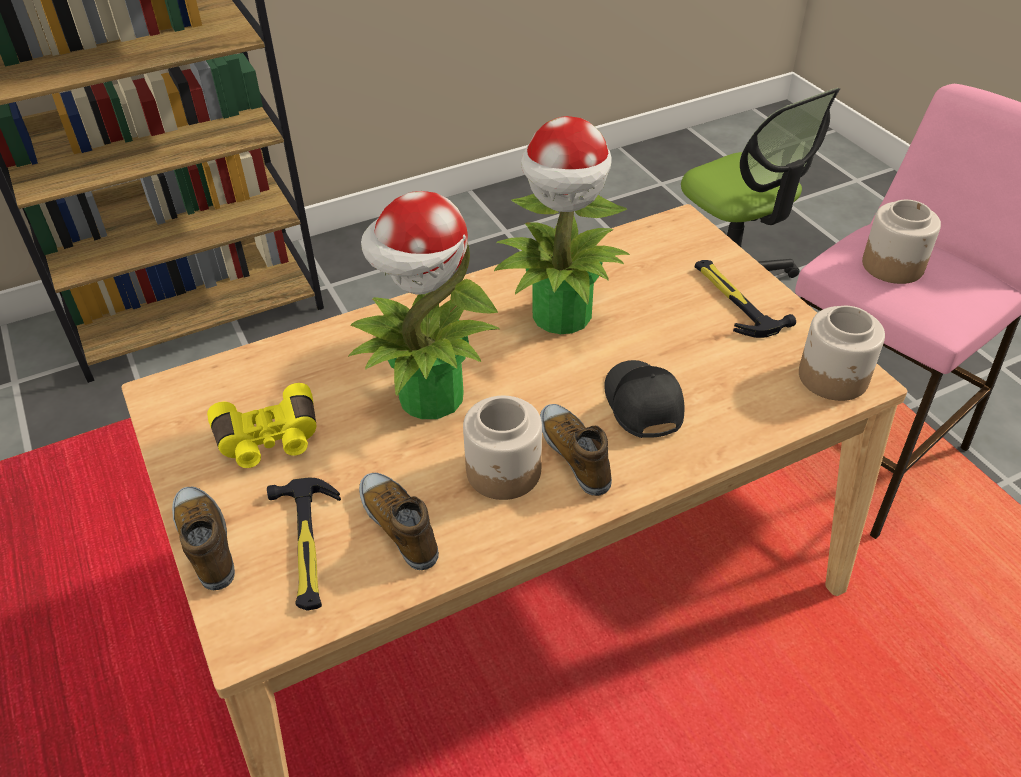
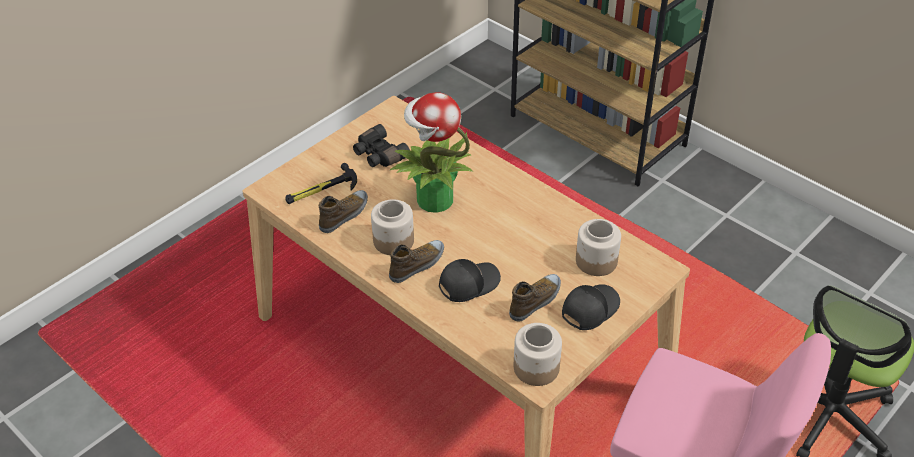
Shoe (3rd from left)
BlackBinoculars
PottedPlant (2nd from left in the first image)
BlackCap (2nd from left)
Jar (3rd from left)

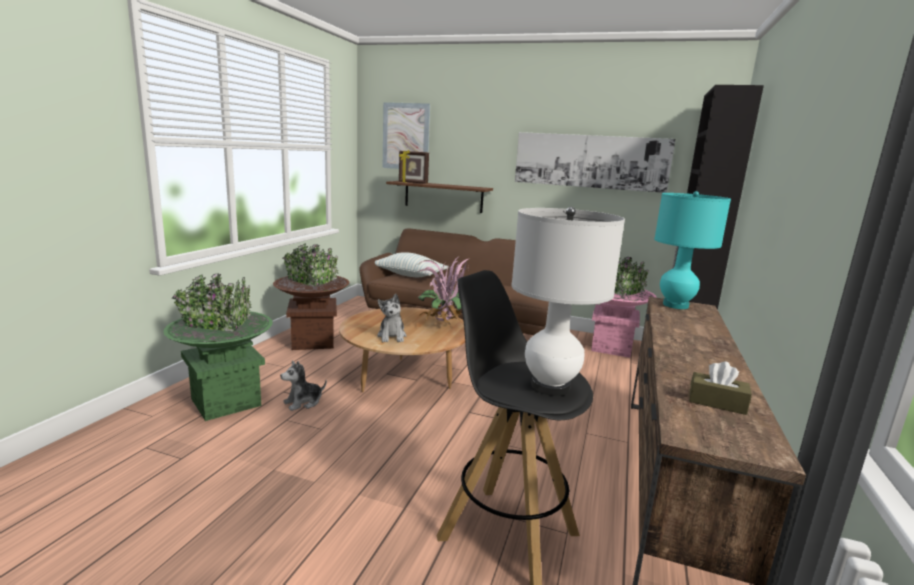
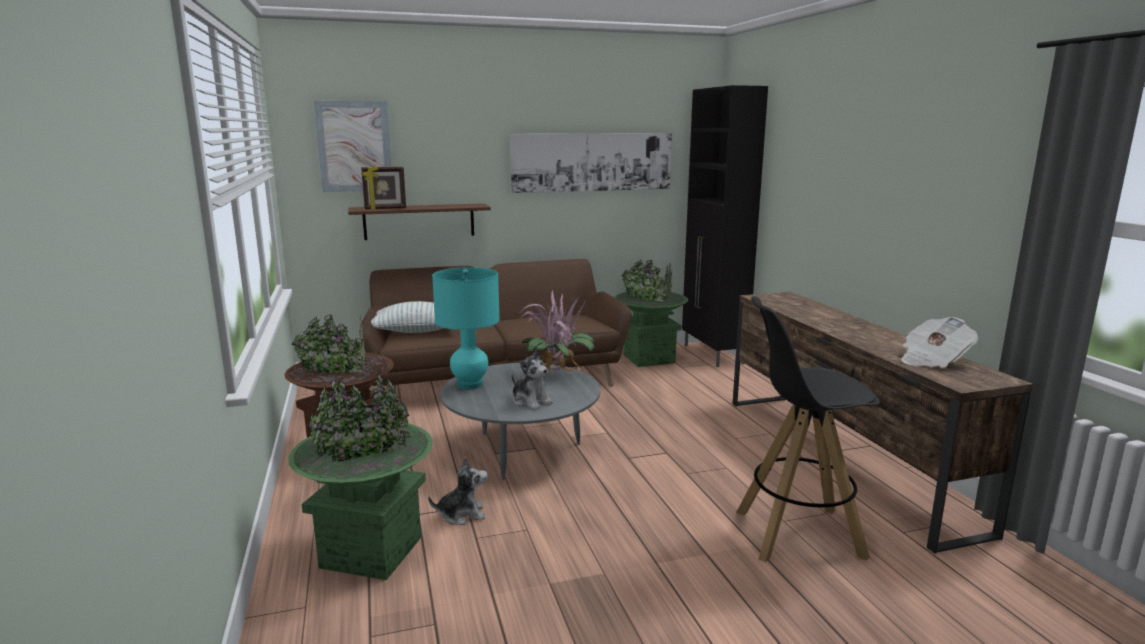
PlushToy (1st from left)
GreyCoffeeTable
WhiteTableLamp
GreenPlanter (2nd from left)
TurquoiseTableLamp
Newspaper

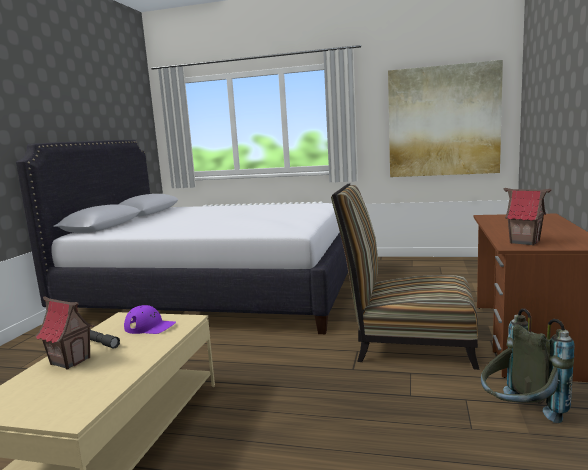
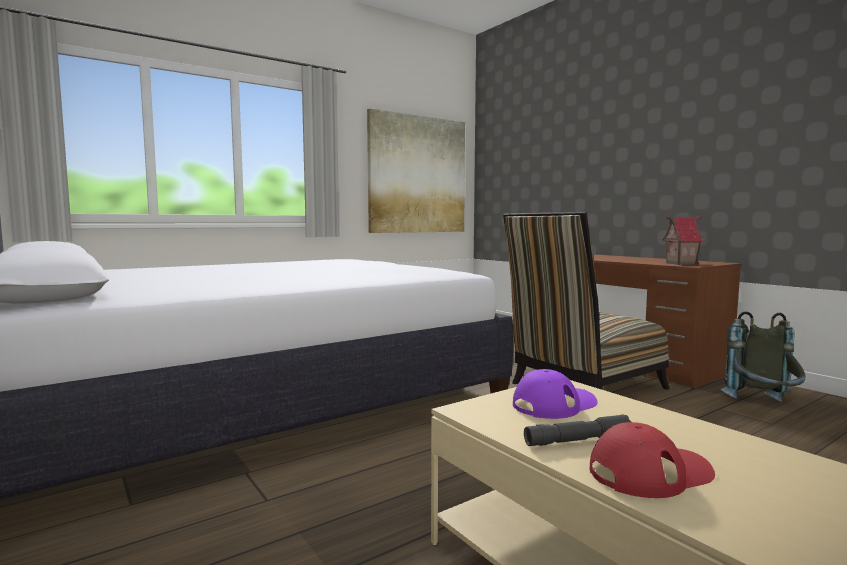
RedCap

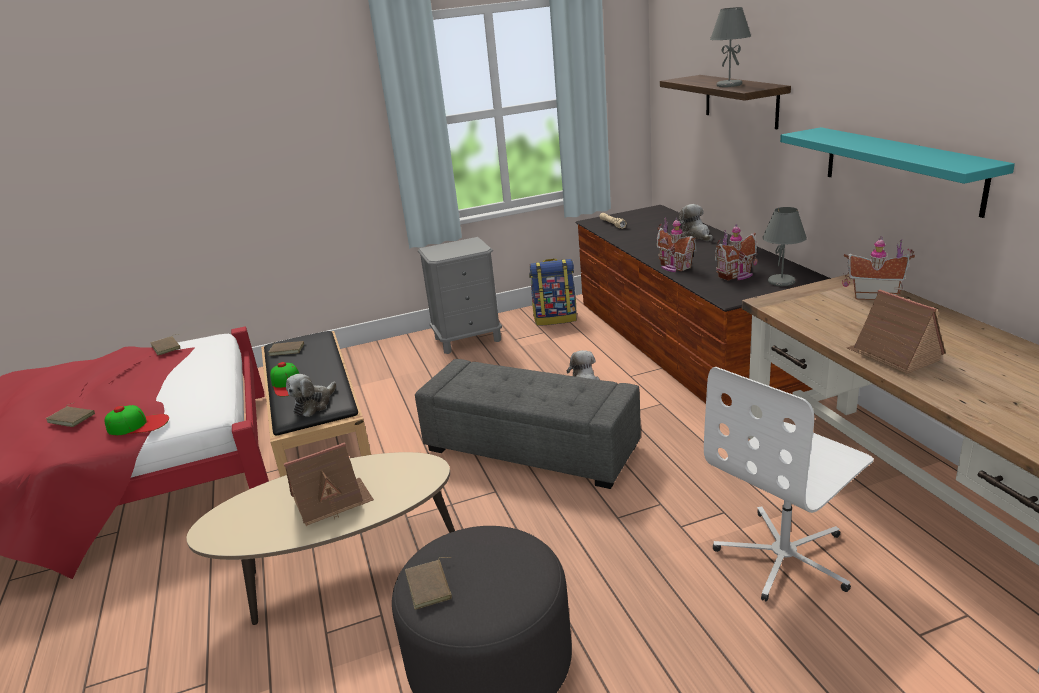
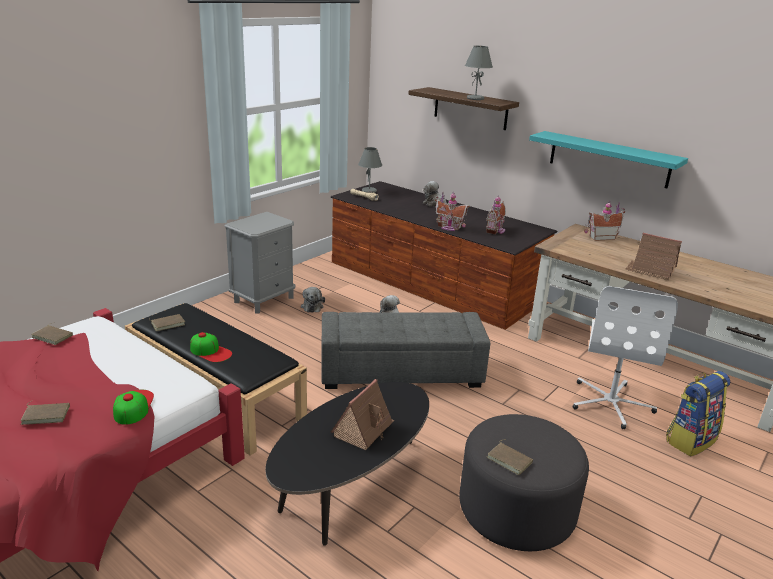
Cap (1st from left)
BlackCoffeeTable
PlushToy (1st from left)
Backpack
GreyTableLamp (1st from left)

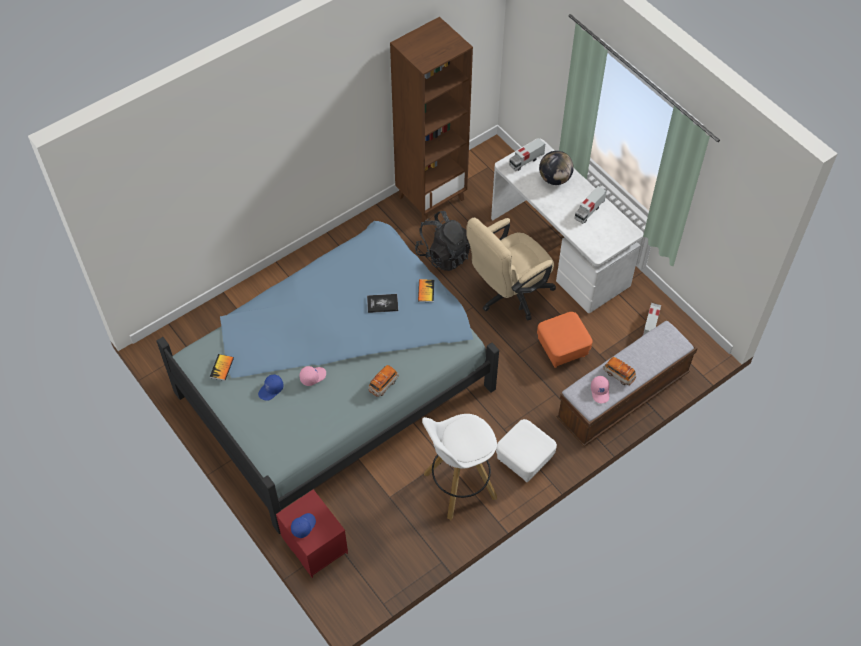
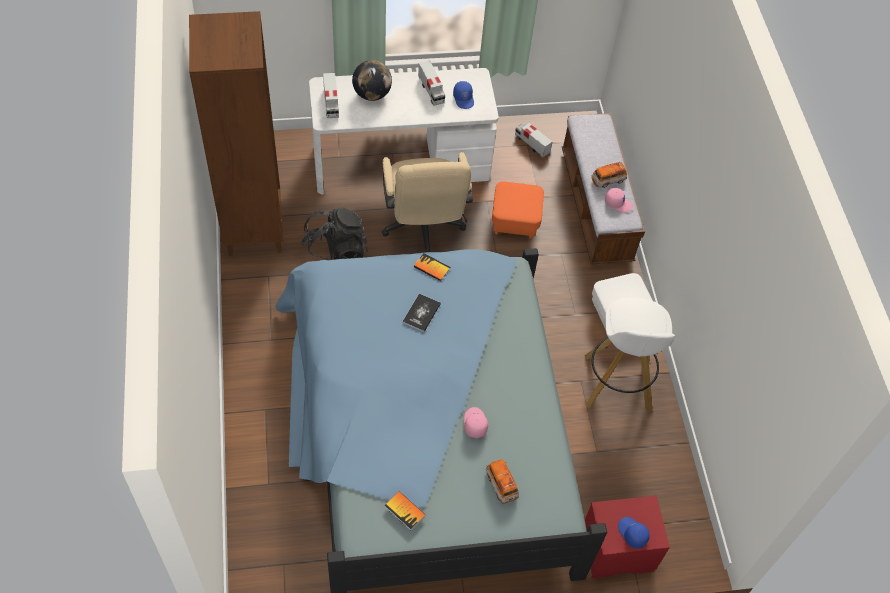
BlueCap (1st from left)
ToyCar (1st from left)

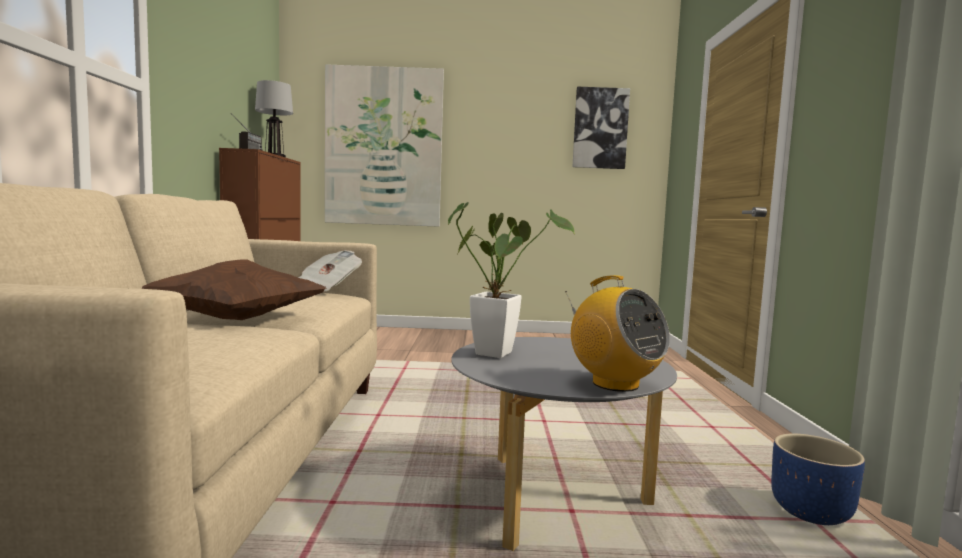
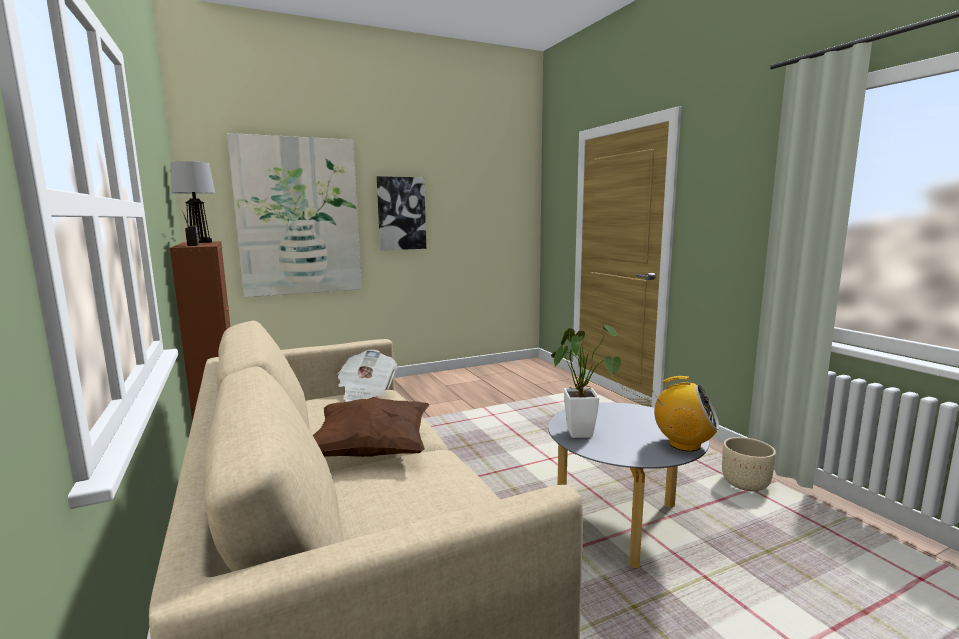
Picture (2nd from left)
BeigePlanter

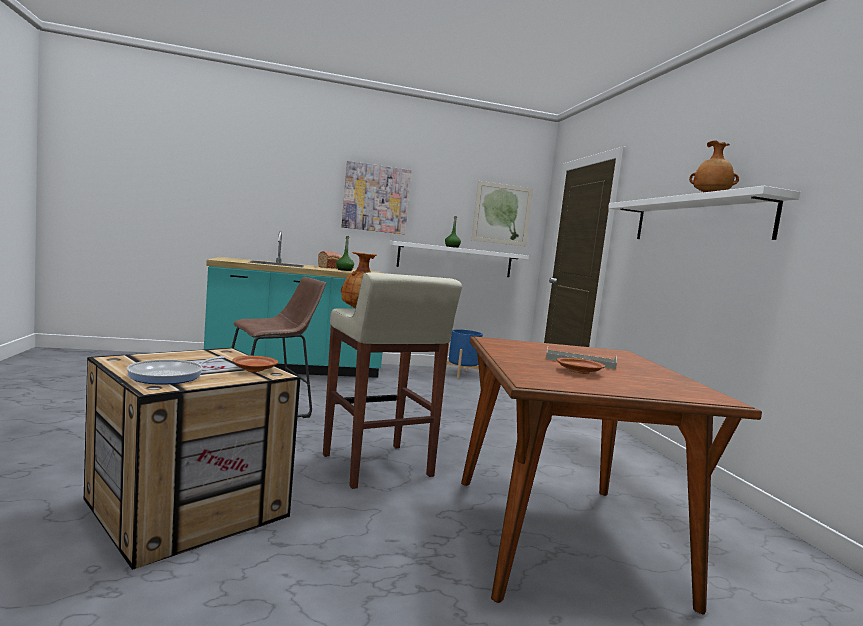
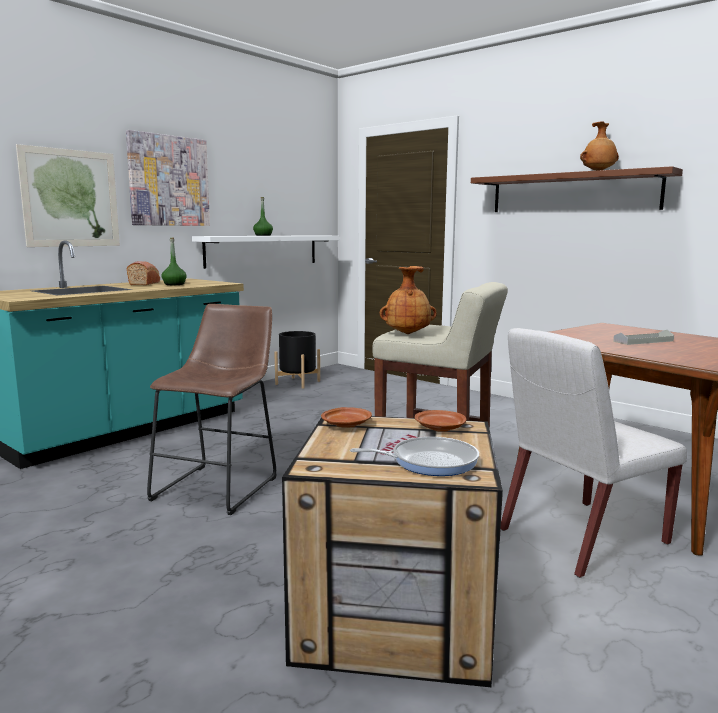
FryingPan
BlackPlanter
Picture (1st from left)
BrownPlate (1st from left)
BrownShelf
WhiteChair

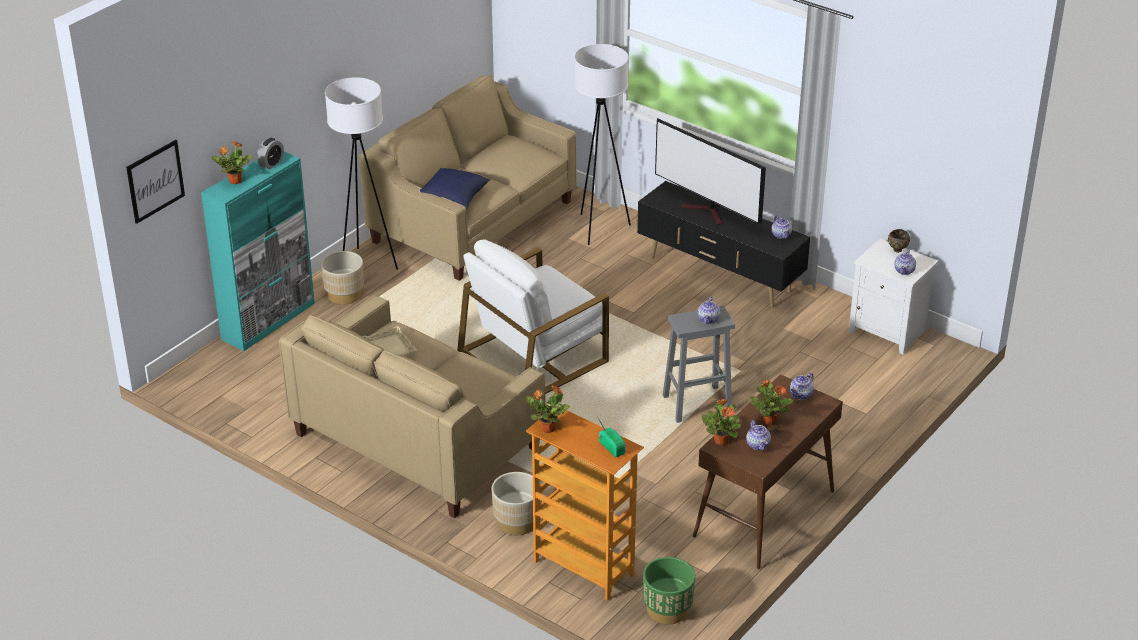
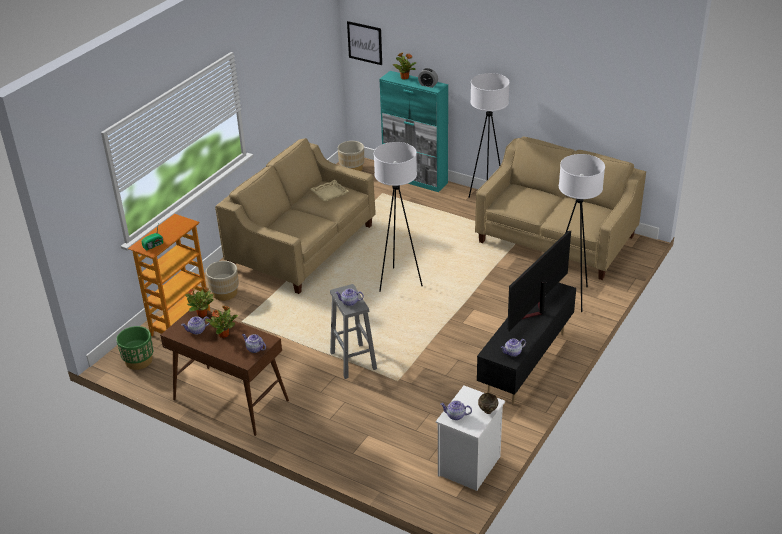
BeigePlanter (2nd from left)
BluePillow
WhiteFloorLamp (1st from left)
PottedPlant (2nd from left in the first image)

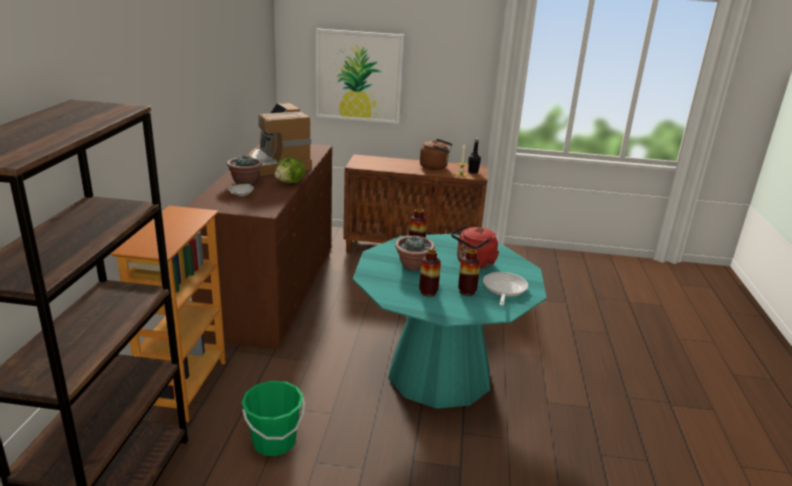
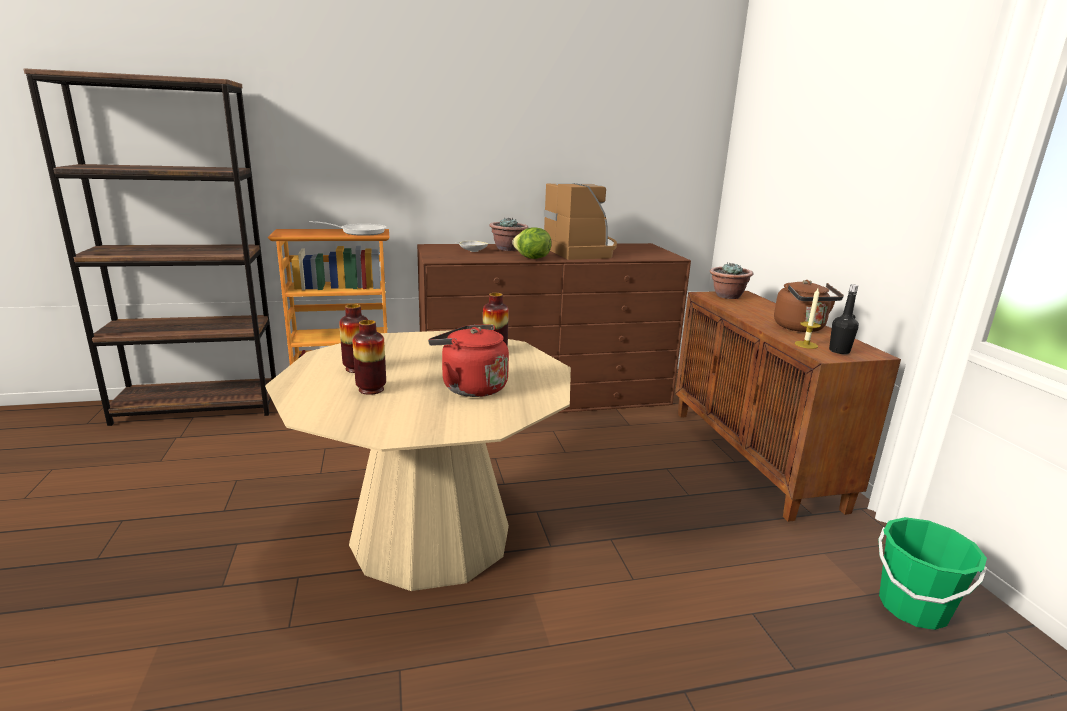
GreenBucket
CoffeeMachine
Picture
BeigeDiningTable
PottedPlant (2nd from left)
FryingPan

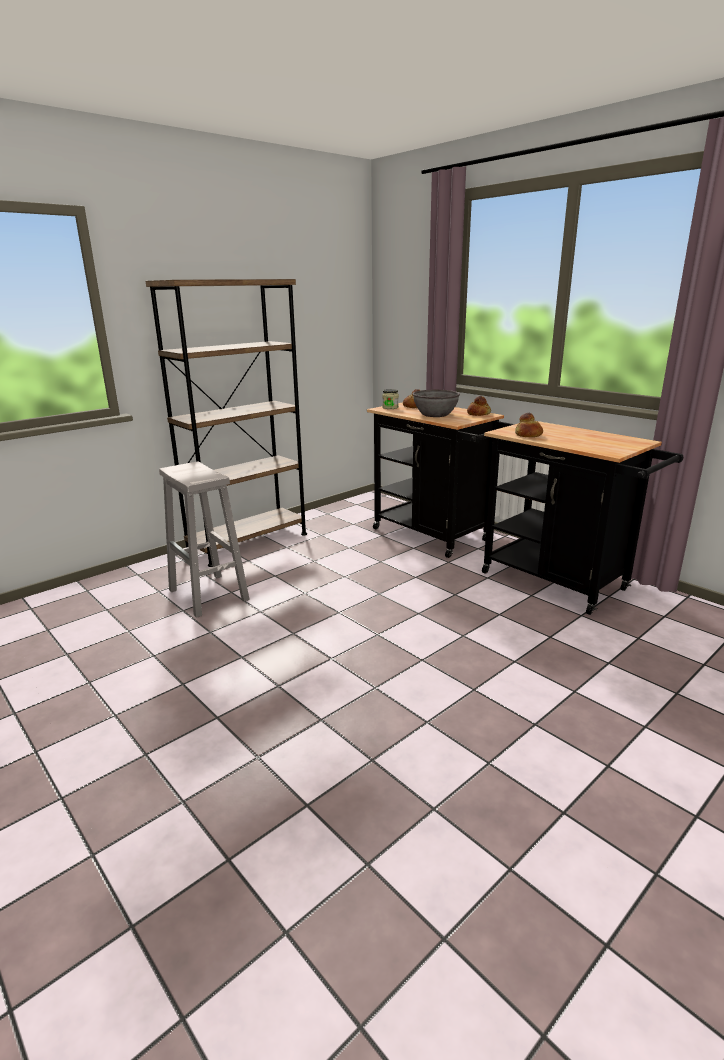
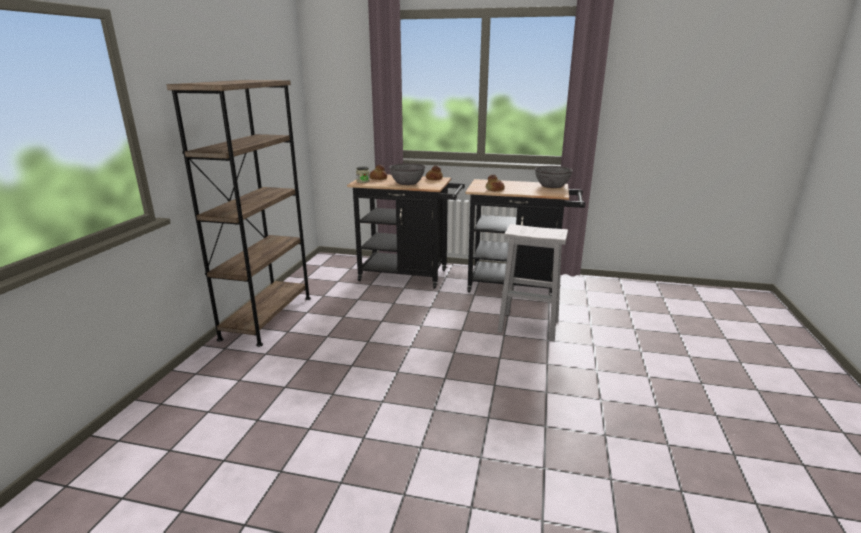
WhiteStool
GreyBowl (2nd from left)

